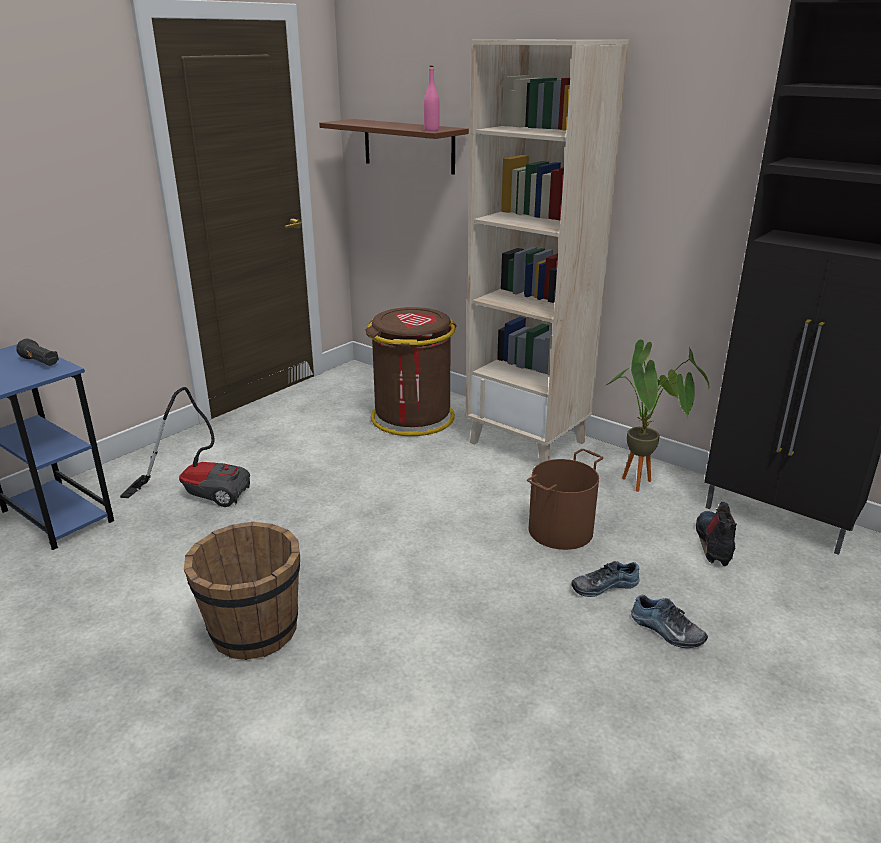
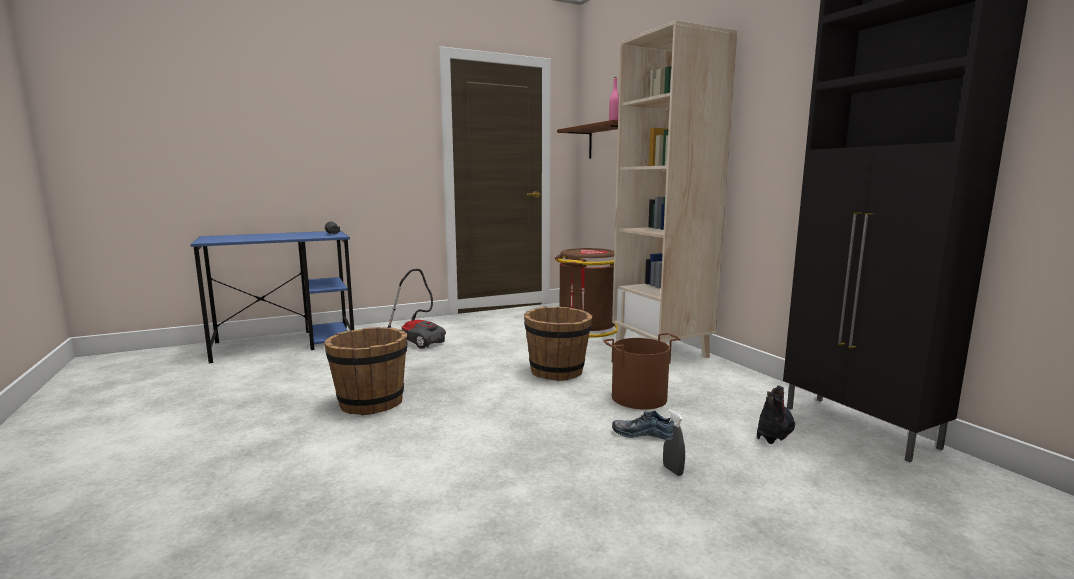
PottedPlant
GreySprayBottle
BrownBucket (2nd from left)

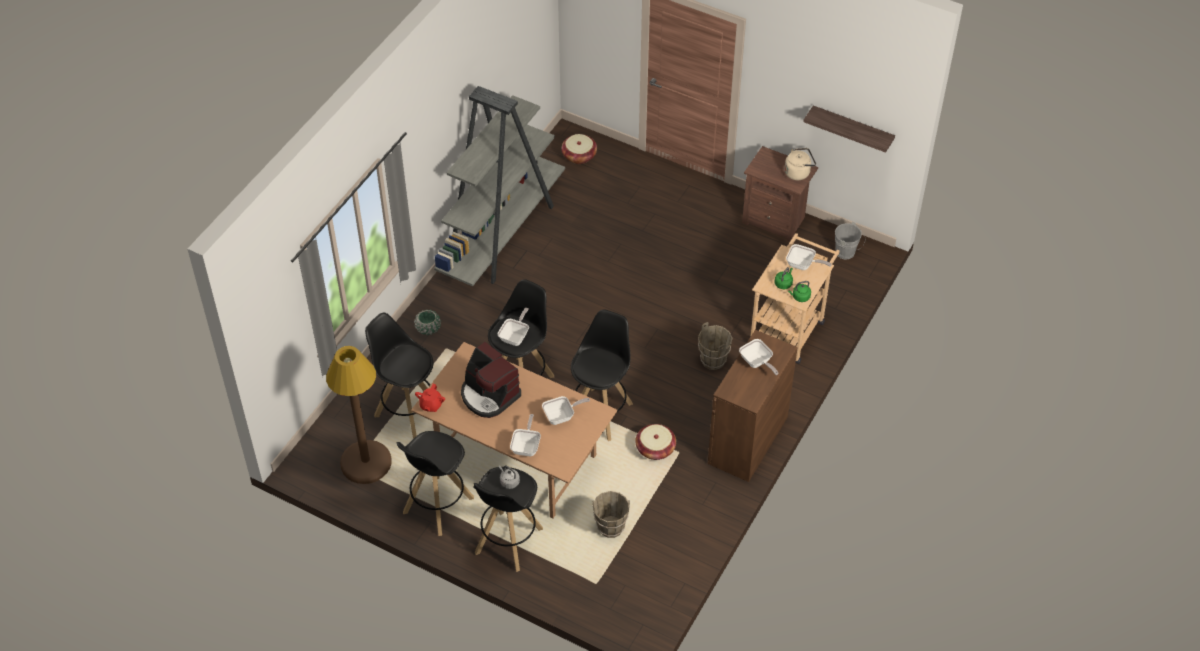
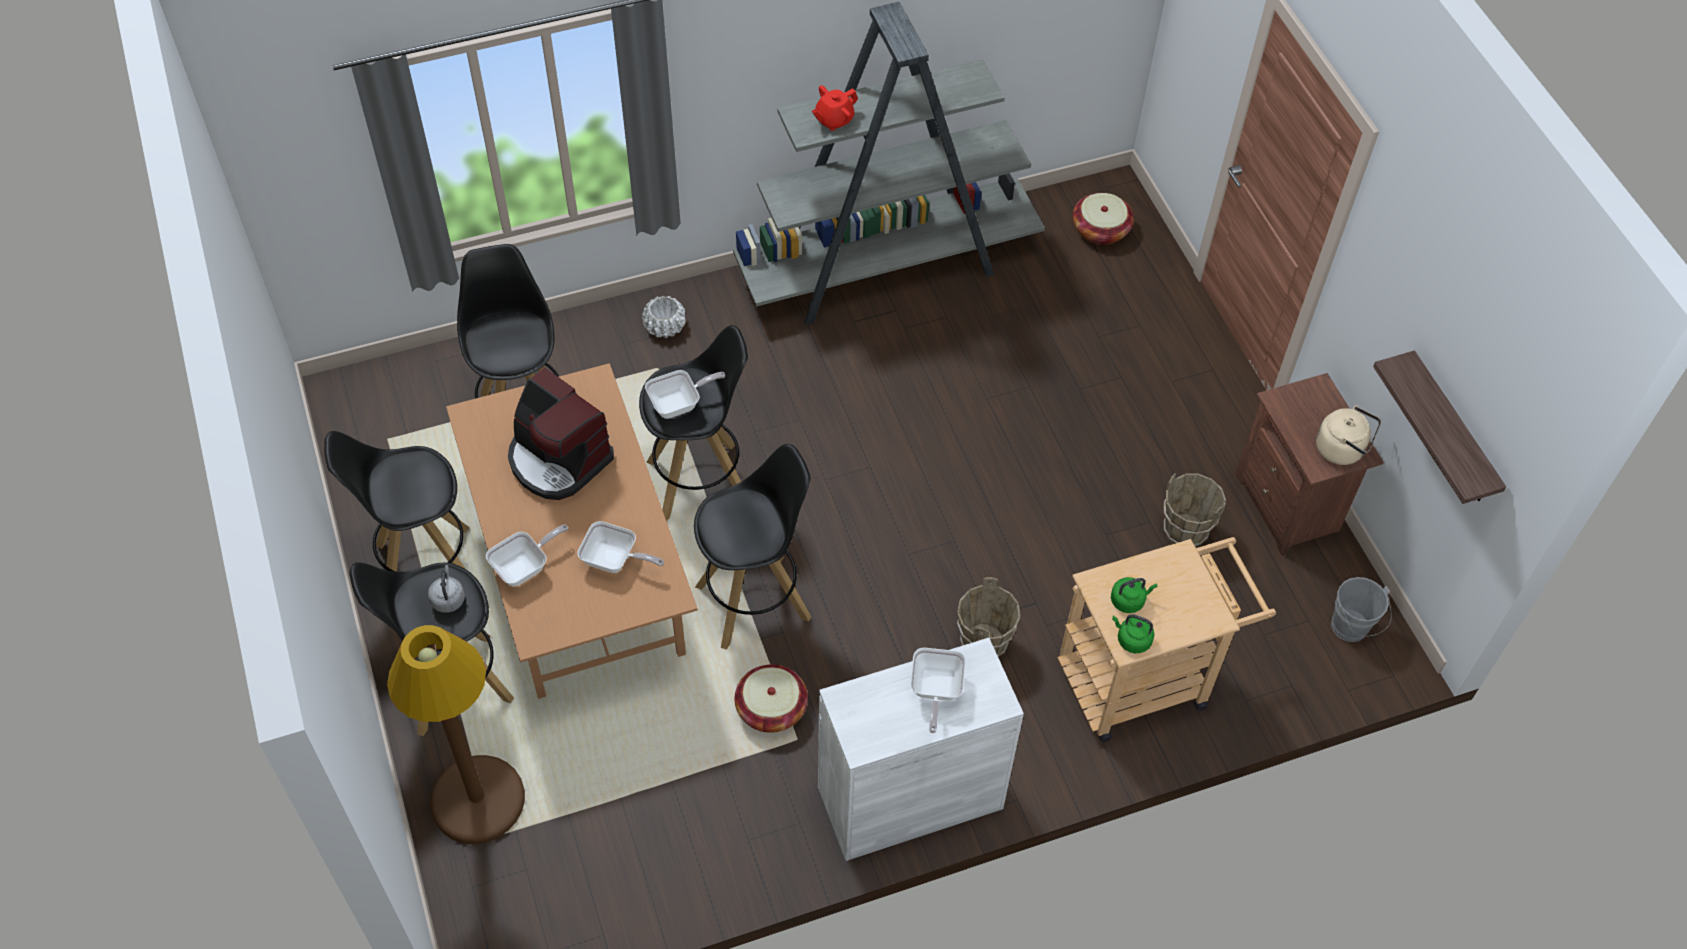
BrownFloorLamp
WhitePlanter
RedTeapot
CoffeeMachine
BrownBucket (2nd from left)
WhiteCabinet
FryingPan (5th from left in the first image)

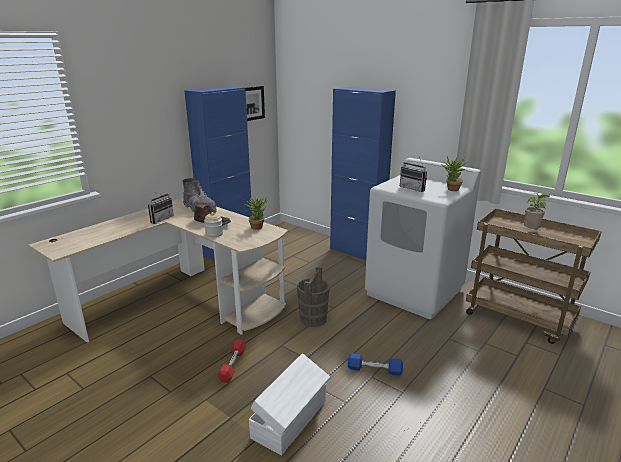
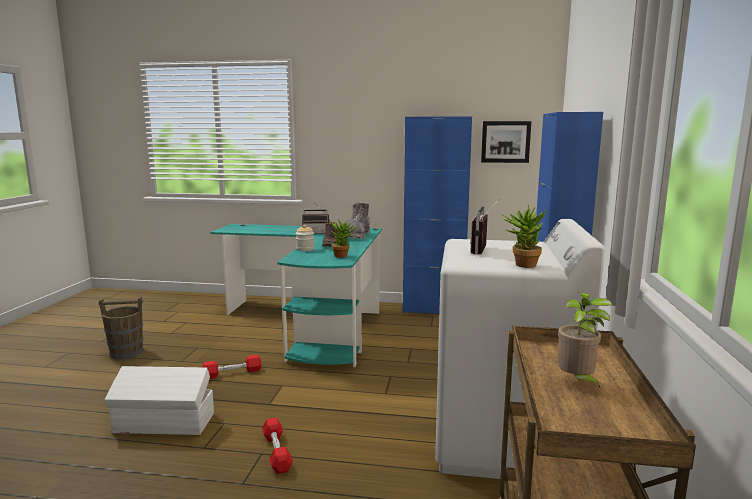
TurquoiseDesk
BrownBucket
RedDumbbell (2nd from left)

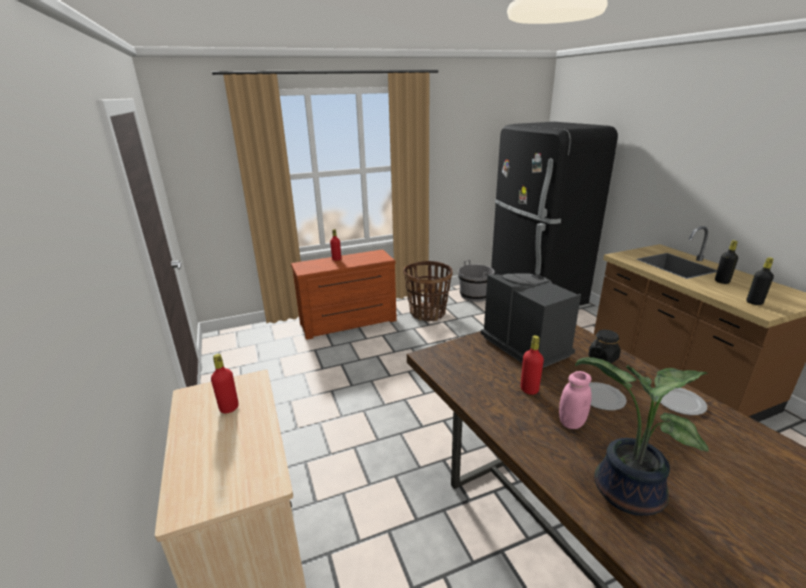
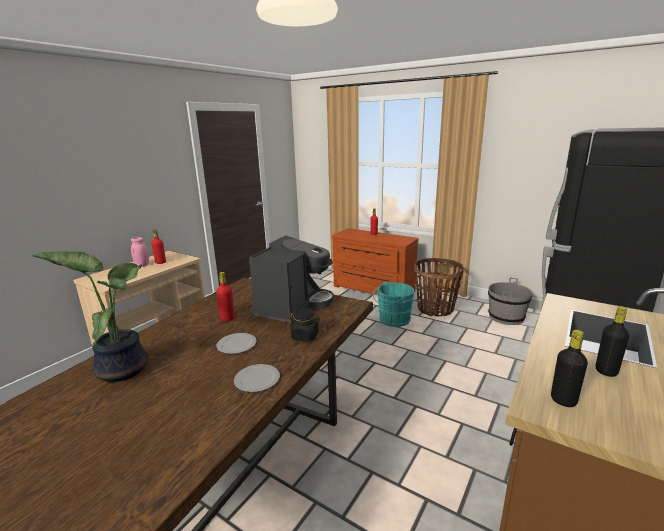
PinkJar
TurquoiseBucket

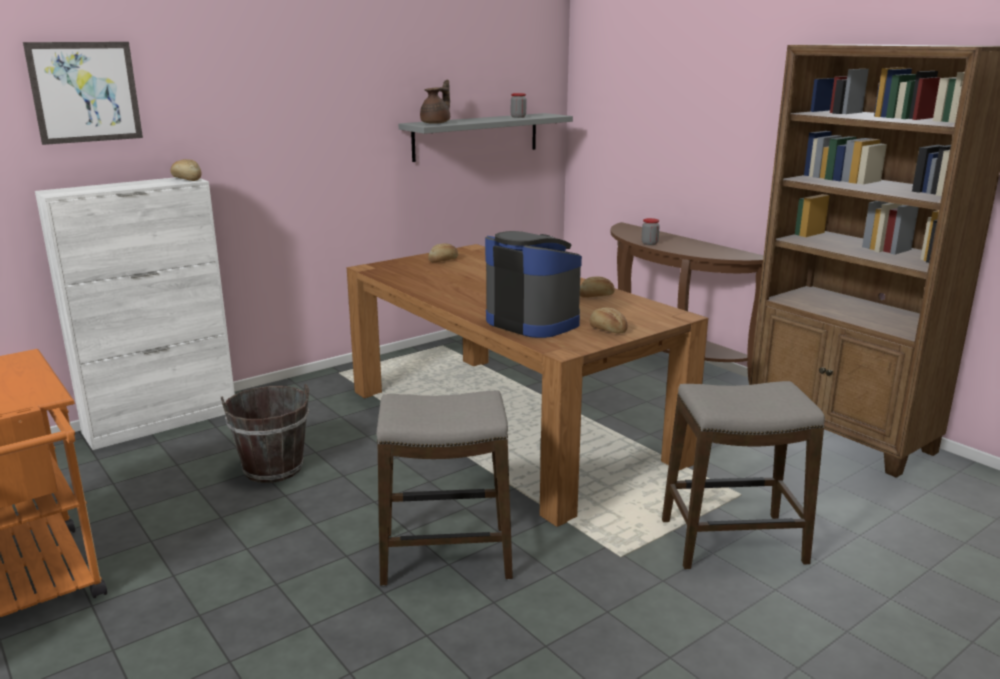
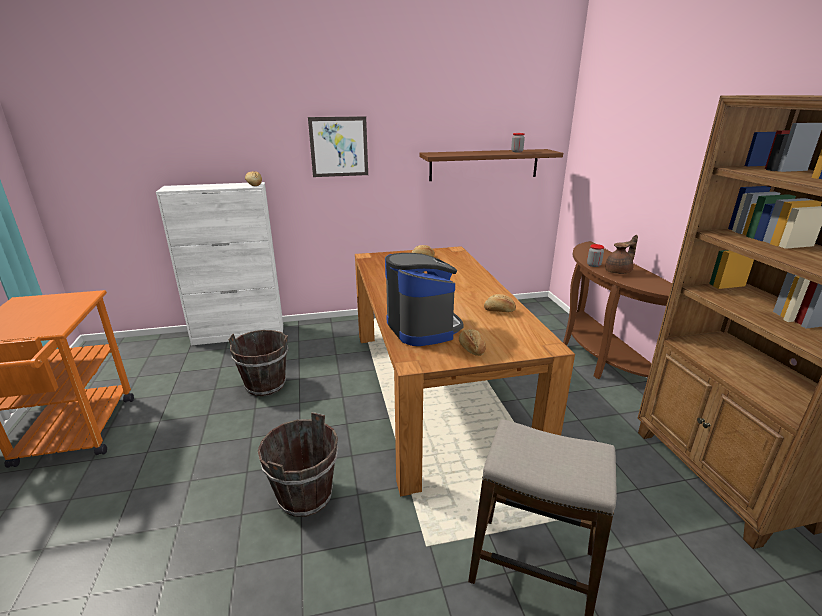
Picture
BrownBucket (2nd from left)
BrownShelf
BrownTeapot

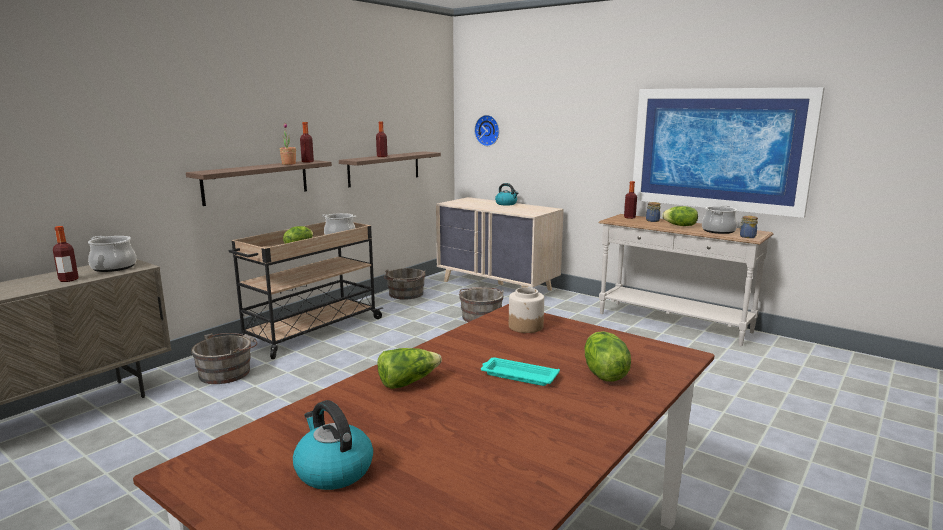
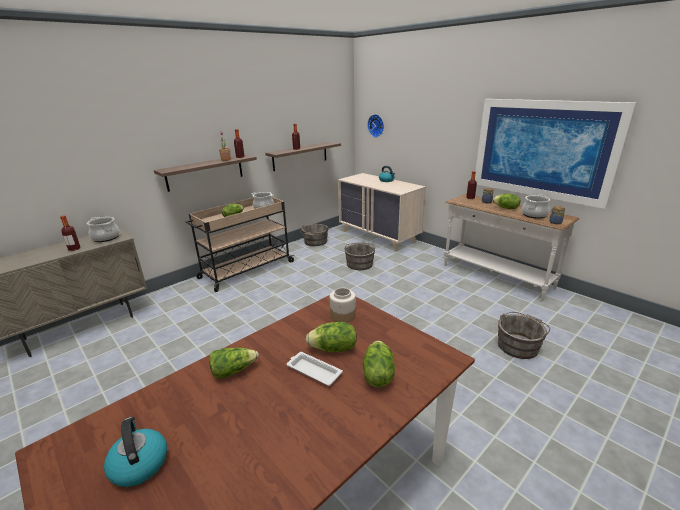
GreyBucket (3rd from left)
WhiteTray
Lettuce (3rd from left)

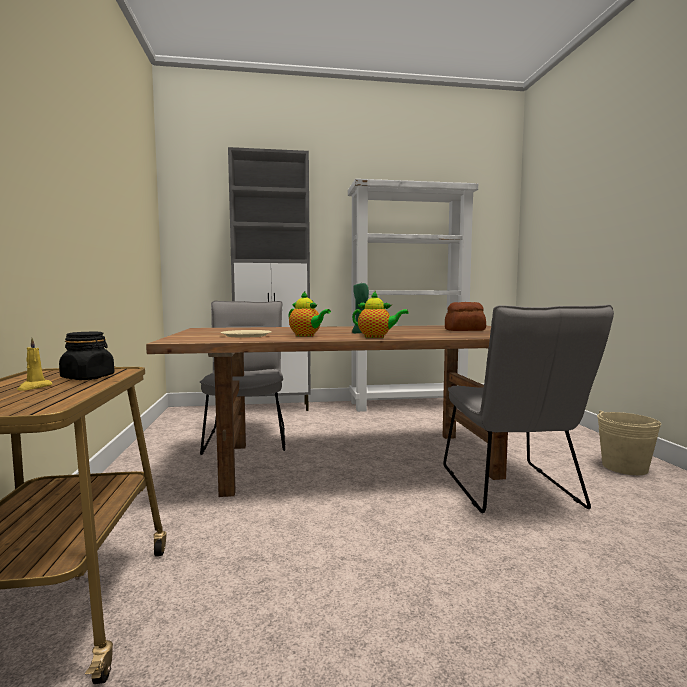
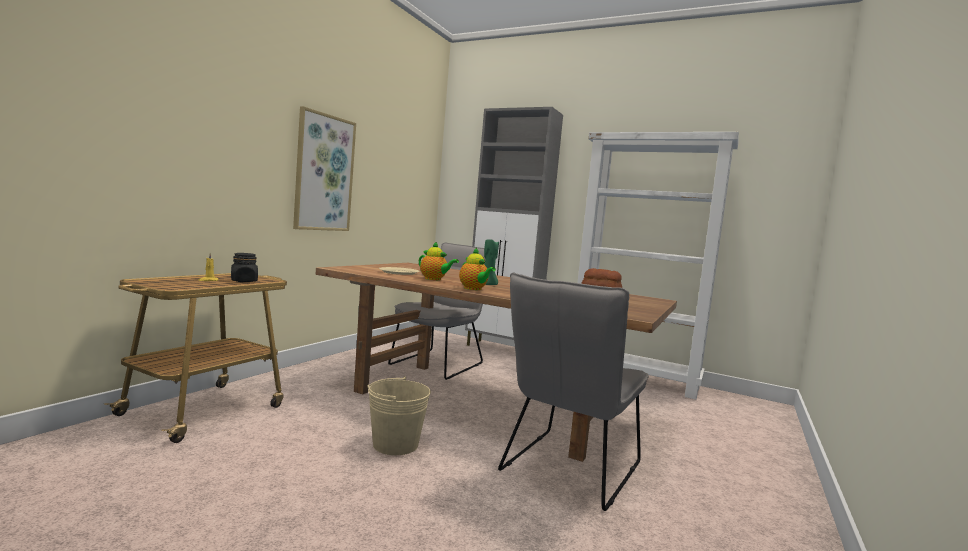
Teapot (1st from left)
BeigeBucket
Picture

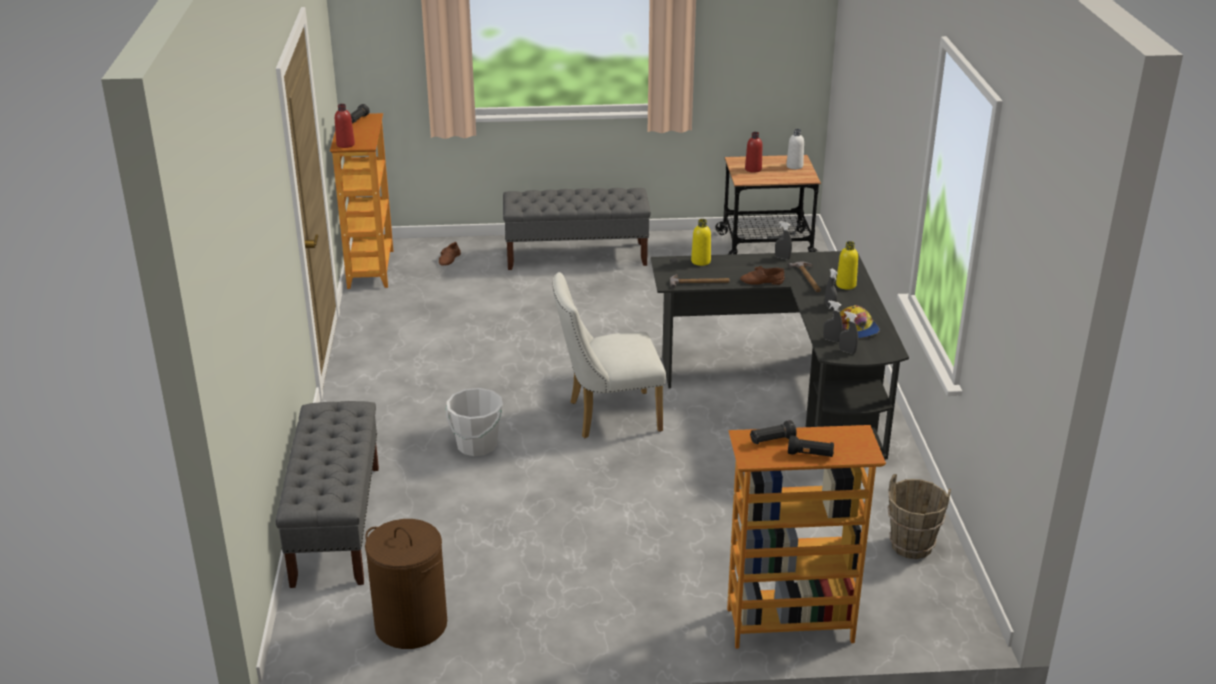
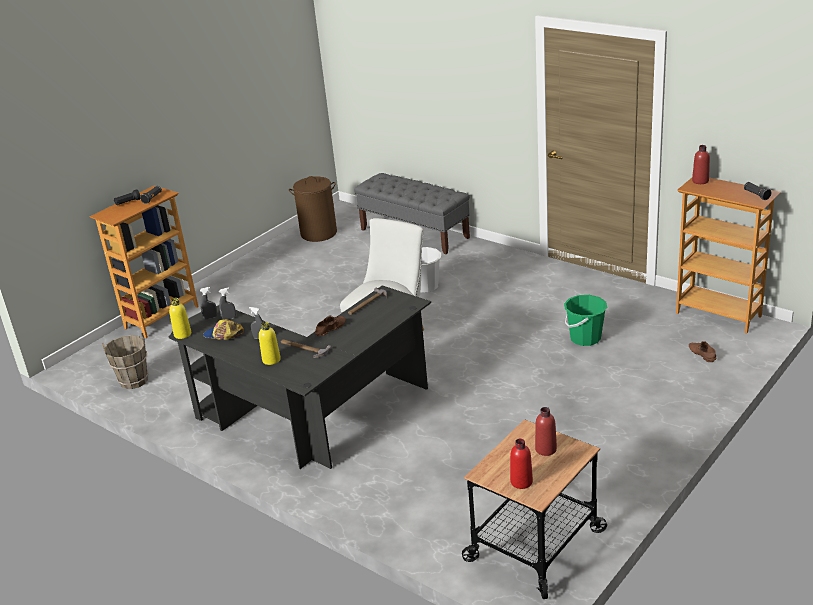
GreyBench (2nd from left in the first image)
YellowBottle (1st from left)
GreySprayBottle (1st from left in the first image)
RedBottle (1st from left)
GreenBucket

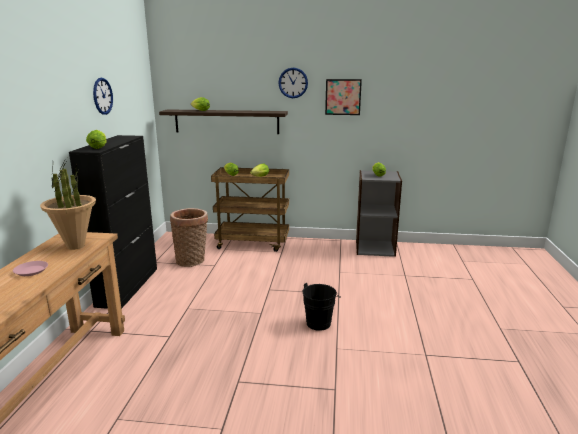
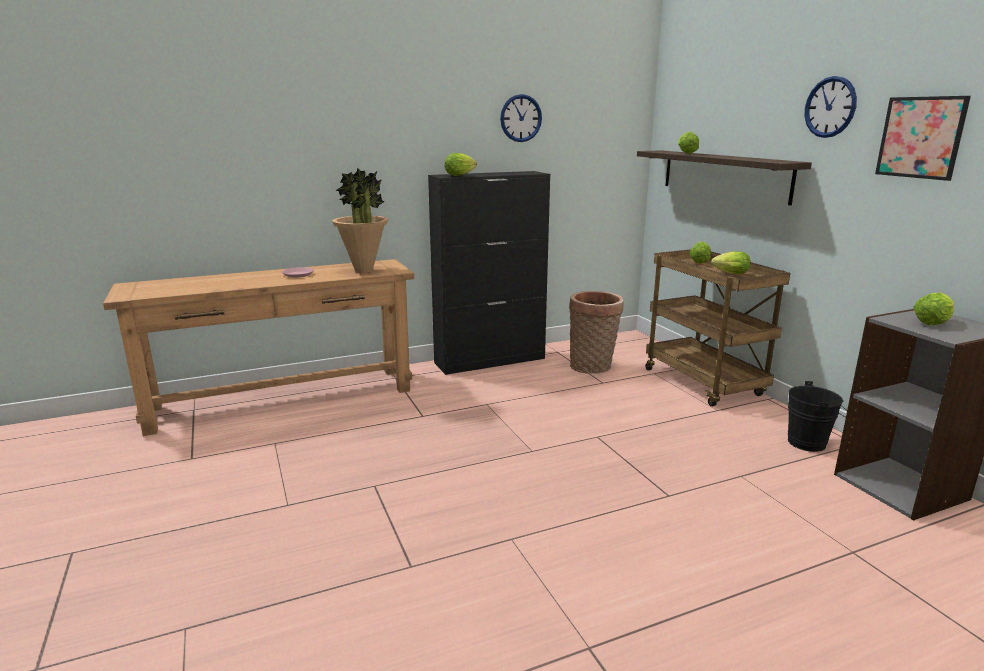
BlackBucket

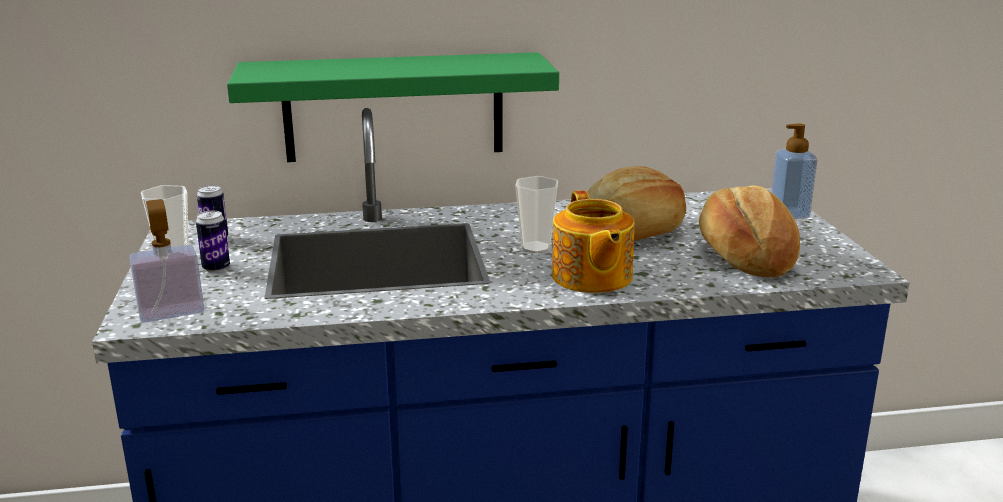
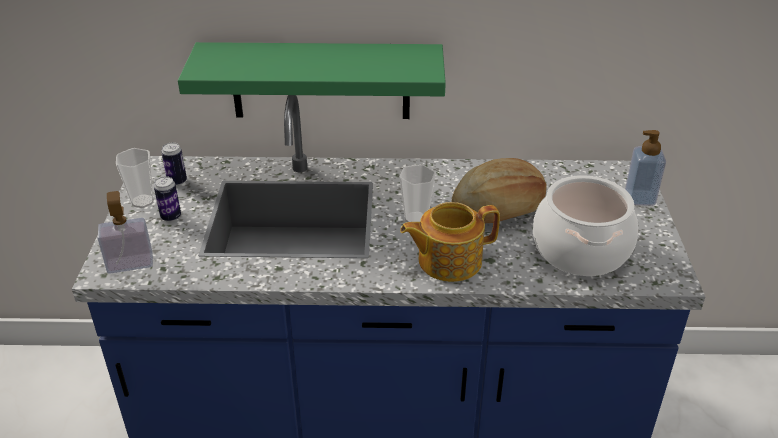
Teapot
CookingPot

